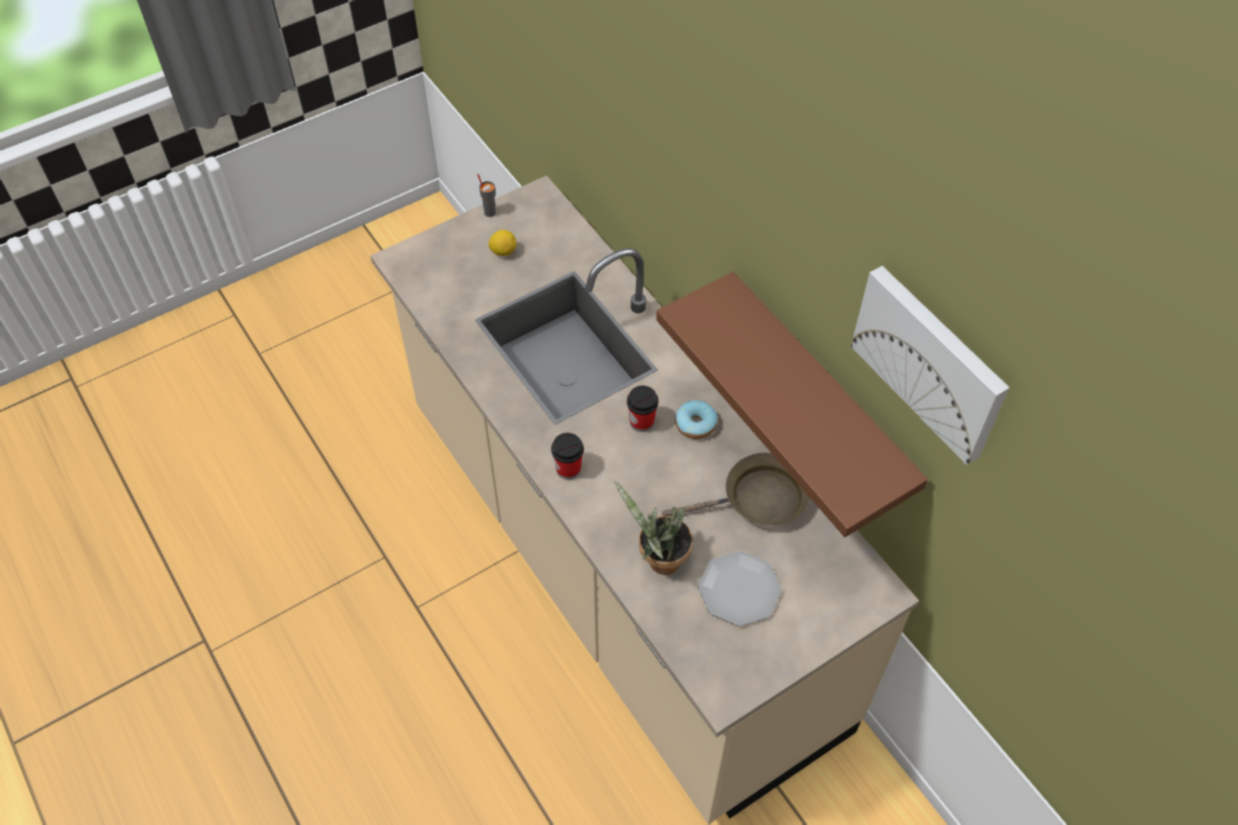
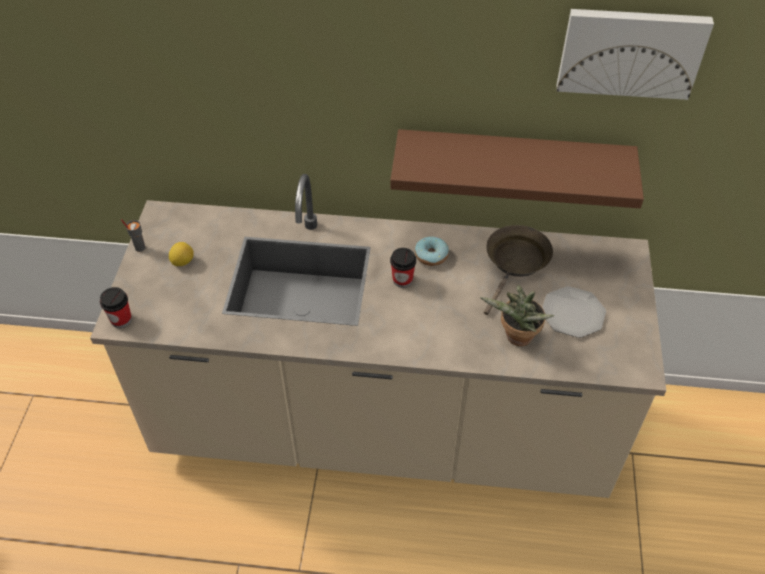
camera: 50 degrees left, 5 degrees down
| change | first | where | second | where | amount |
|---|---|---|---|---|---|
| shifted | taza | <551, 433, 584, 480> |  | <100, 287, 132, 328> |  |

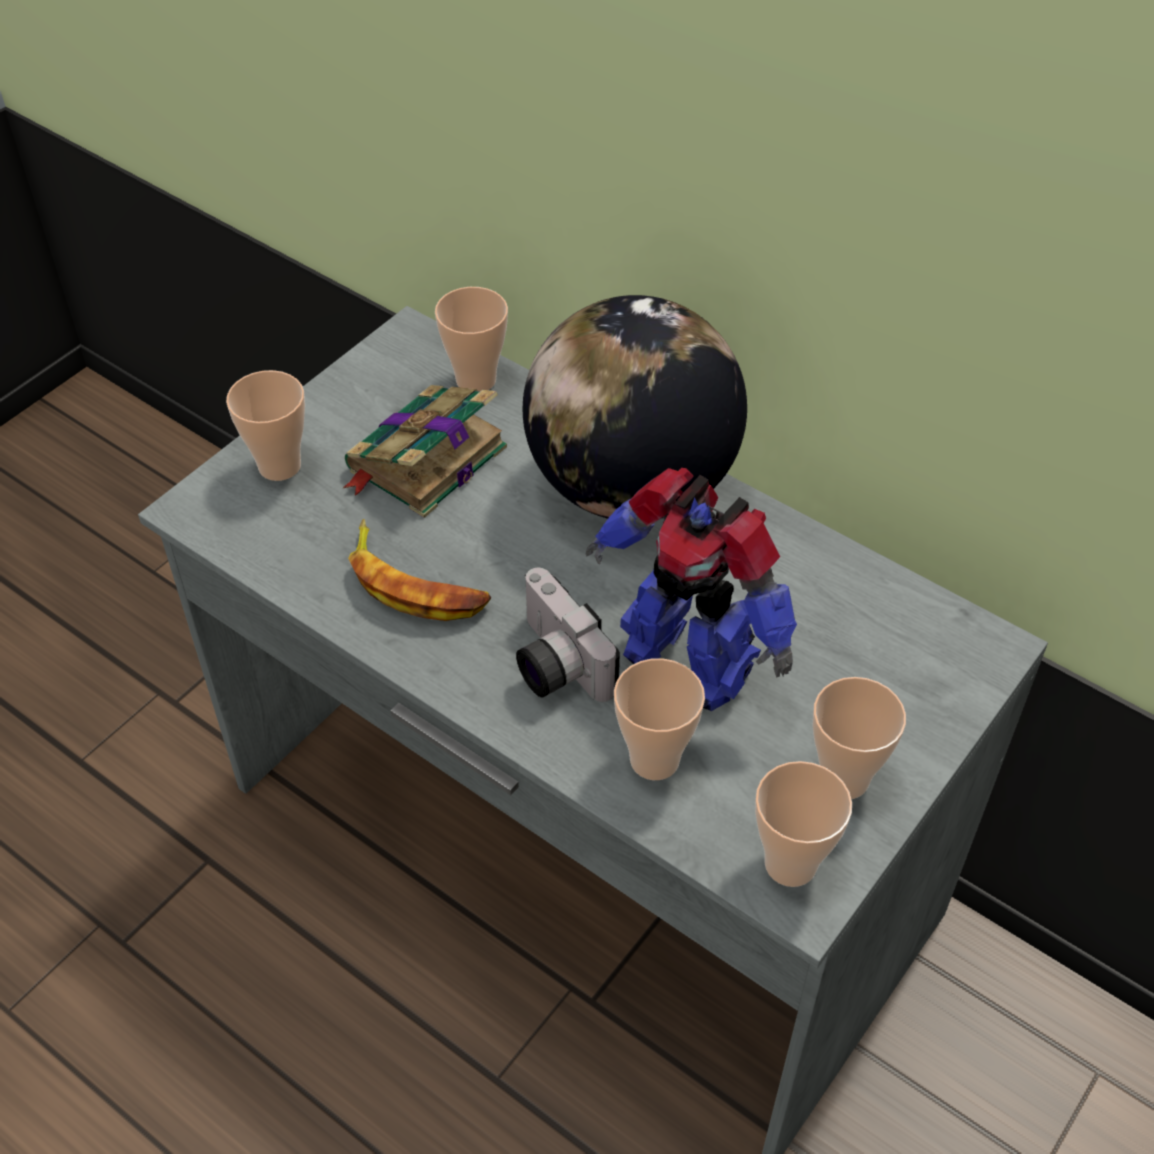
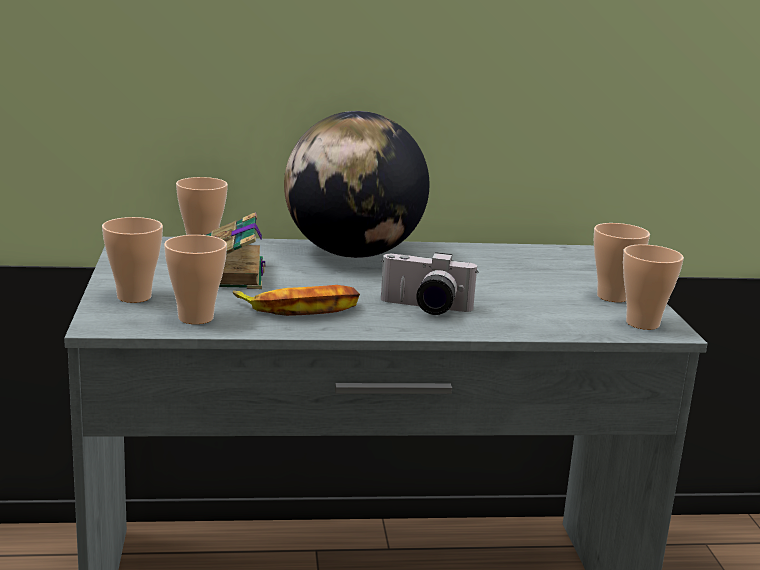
camera: 45 degrees left, 30 degrees down
| change | first | where | second | where | amount |
|---|---|---|---|---|---|
| gone | robot de juguete | <585, 468, 797, 711> |  |  |  |
| shifted | taza | <614, 658, 705, 780> |  | <164, 235, 227, 324> |  |

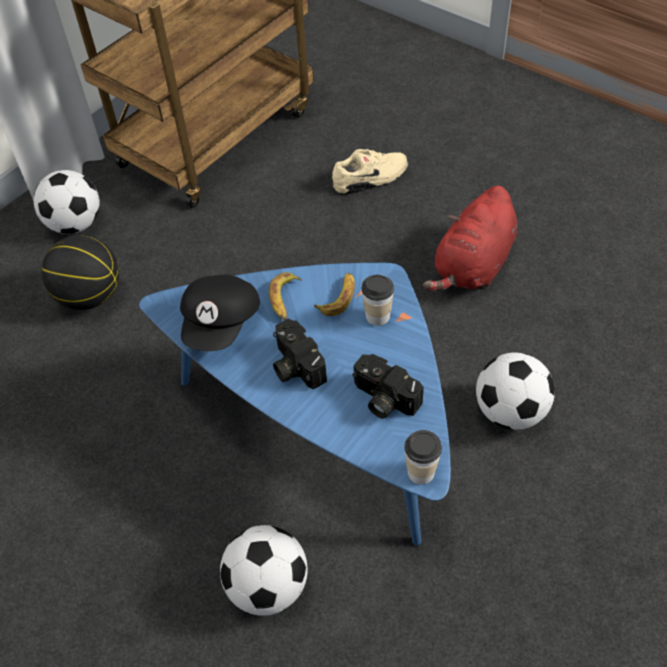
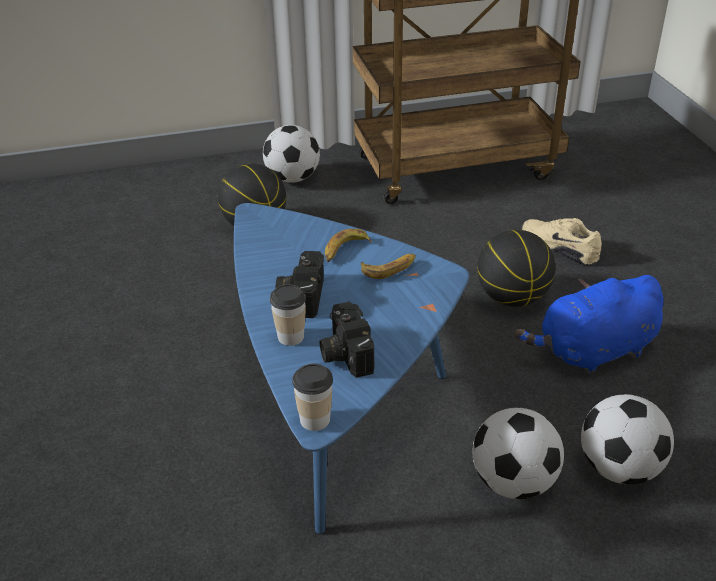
camera: 35 degrees right, 15 degrees down
| change | first | where | second | where | amount |
|---|---|---|---|---|---|
| gone | gorra [negro] | <180, 275, 260, 351> |  |  |  |
| shifted | balón de fútbol | <220, 525, 308, 616> |  | <581, 394, 674, 484> |  |
| rotated | zapato [beis] | <332, 149, 408, 195> |  | <522, 218, 602, 265> | 150 degrees counterclockwise |
| shifted | taza | <362, 275, 394, 326> |  | <270, 284, 306, 346> |  |
| repainted | peluche [rojo] | <423, 186, 517, 291> | peluche [azul] | <515, 275, 664, 374> |  |
| new |  |  | balón de baloncesto | <477, 230, 555, 307> |  |

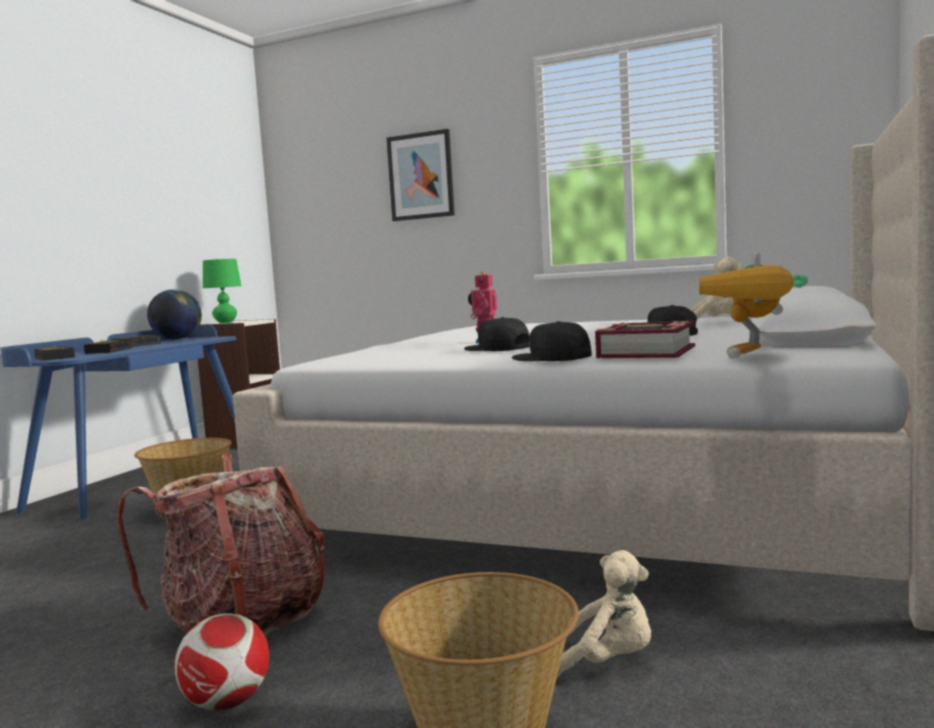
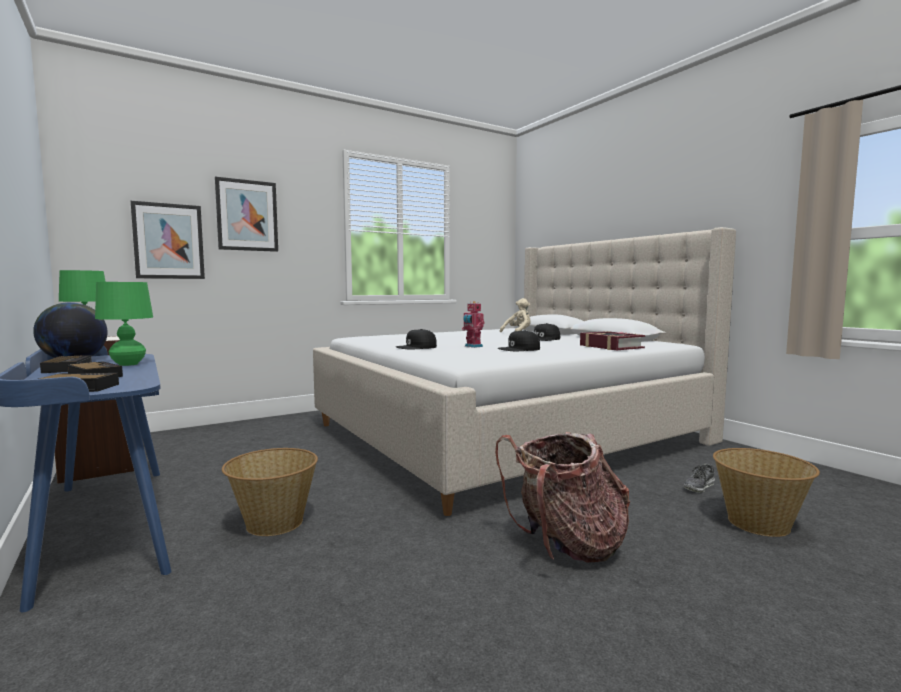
camera: 55 degrees left, 0 degrees up
| change | first | where | second | where | amount |
|---|---|---|---|---|---|
| gone | balón de fútbol | <174, 613, 269, 711> |  |  |  |
| shifted | gorra [negro] | <512, 321, 592, 361> |  | <396, 329, 437, 350> |  |
| swapped | peluche [beis] | <557, 550, 651, 678> | zapato | <684, 463, 715, 493> |  |
| gone | robot de juguete | <699, 252, 808, 359> |  |  |  |
| new |  |  | lámpara de mesa [verde] | <95, 282, 153, 366> |  |
| new |  |  | cuadro | <131, 201, 205, 279> |  |

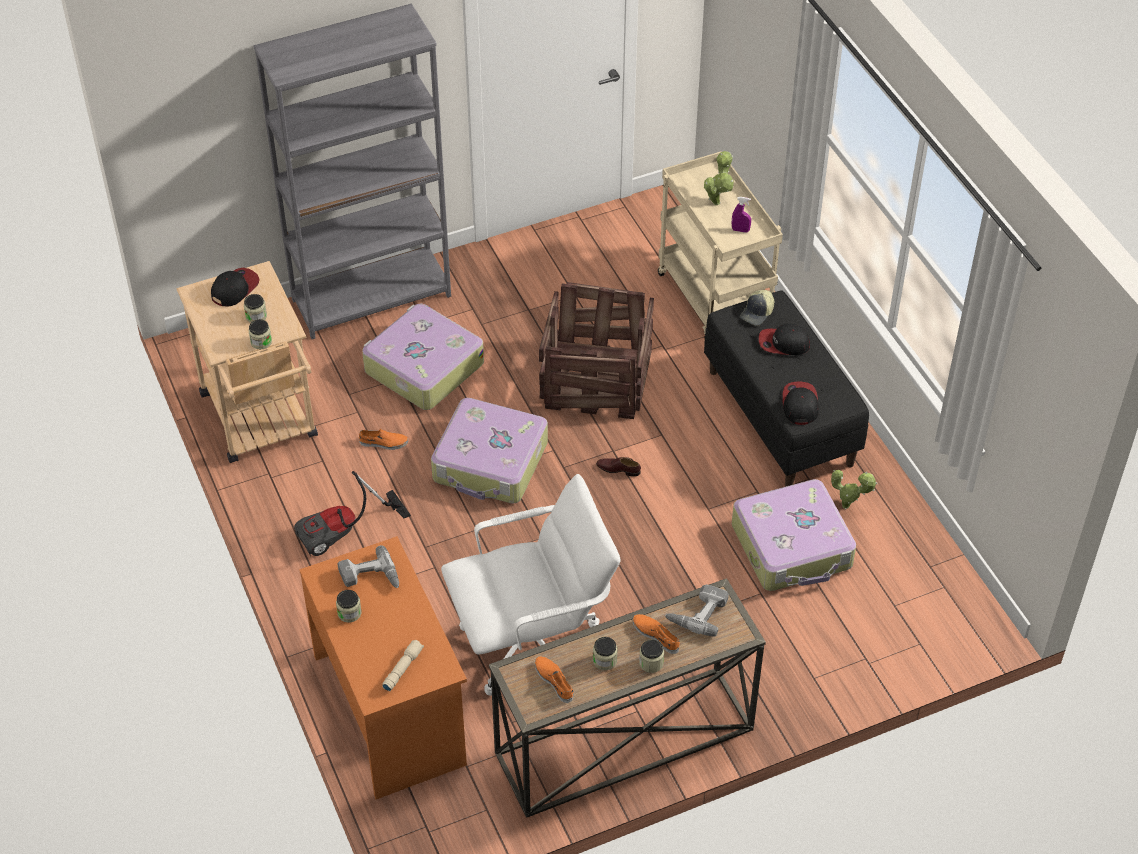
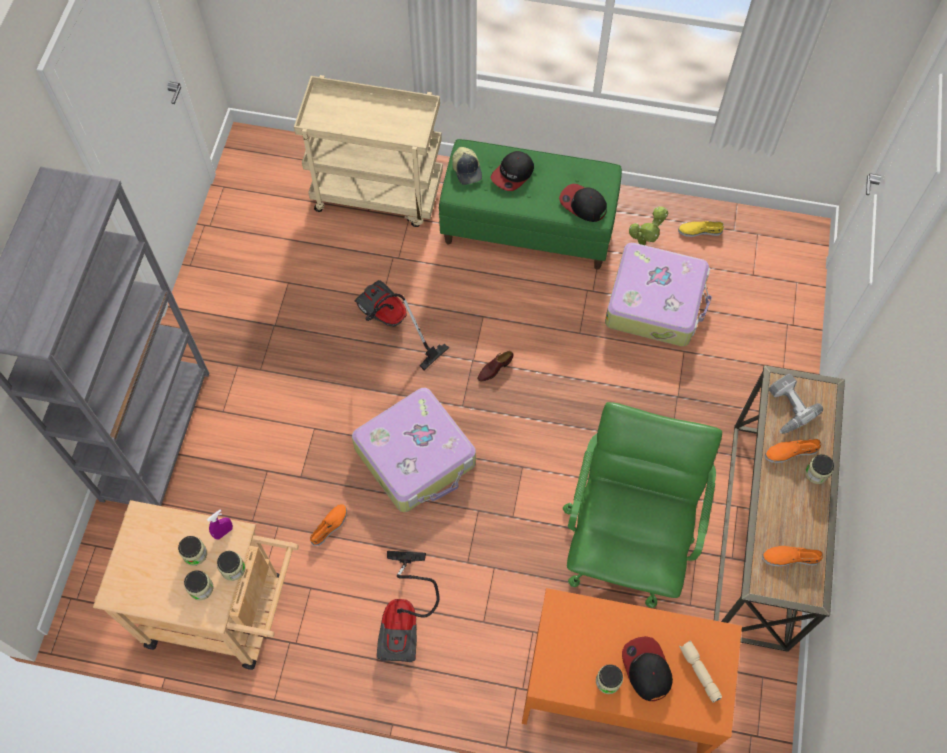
camera: 55 degrees left, 15 degrees up
| change | first | where | second | where | amount |
|---|---|---|---|---|---|
| shifted | gorra | <211, 268, 260, 307> |  | <622, 636, 673, 701> |  |
| gone | taladro | <338, 545, 399, 588> |  |  |  |
| gone | maleta | <362, 303, 484, 410> |  |  |  |
| repainted | silla de oficina [blanco] | <441, 474, 621, 696> | silla de oficina [verde] | <563, 402, 722, 608> |  |
| swapped | caja de embalaje | <539, 282, 654, 419> | aspiradora | <354, 280, 449, 370> |  |
| shifted | tarro | <593, 637, 618, 670> |  | <184, 570, 214, 600> |  |
| gone | planta en maceta | <704, 151, 734, 205> |  |  |  |
| repainted | banco [negro] | <704, 290, 869, 487> | banco [verde] | <439, 139, 622, 270> |  |
| shifted | pulverizador [morado] | <732, 197, 751, 233> |  | <207, 509, 233, 540> |  |
| new |  |  | zapato [amarillo] | <678, 221, 724, 237> |  |

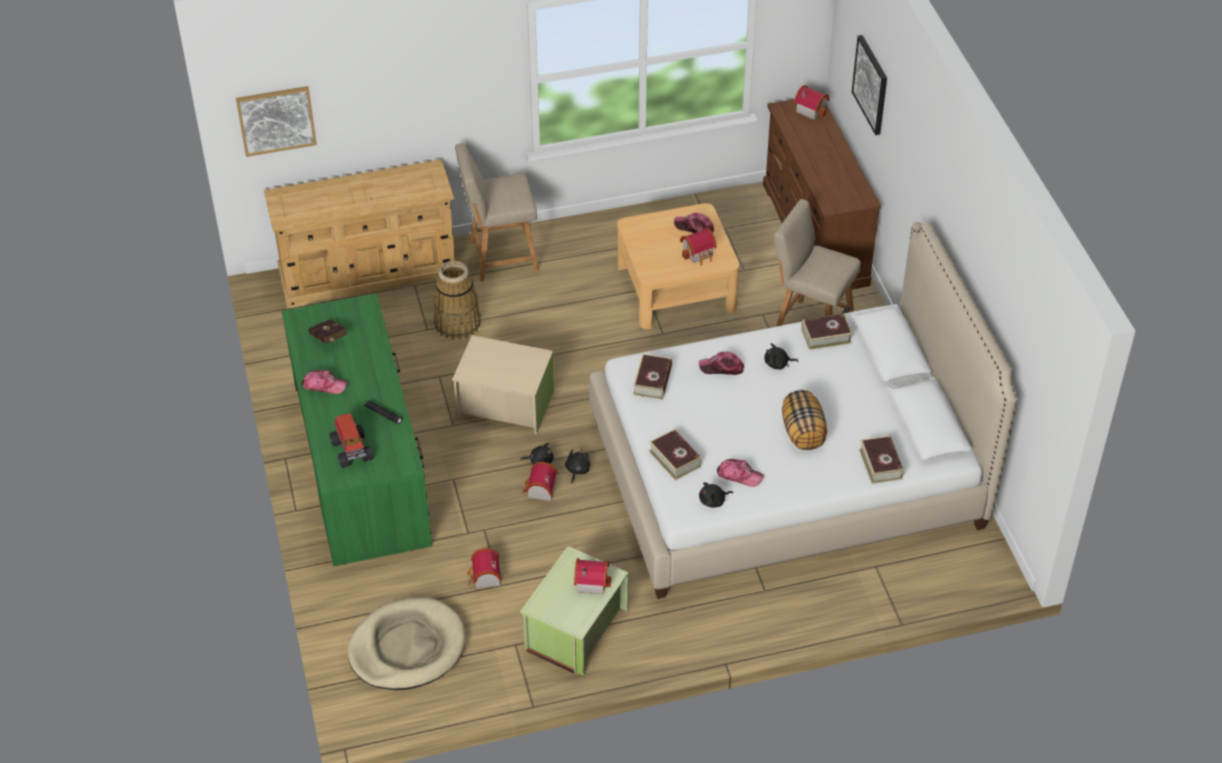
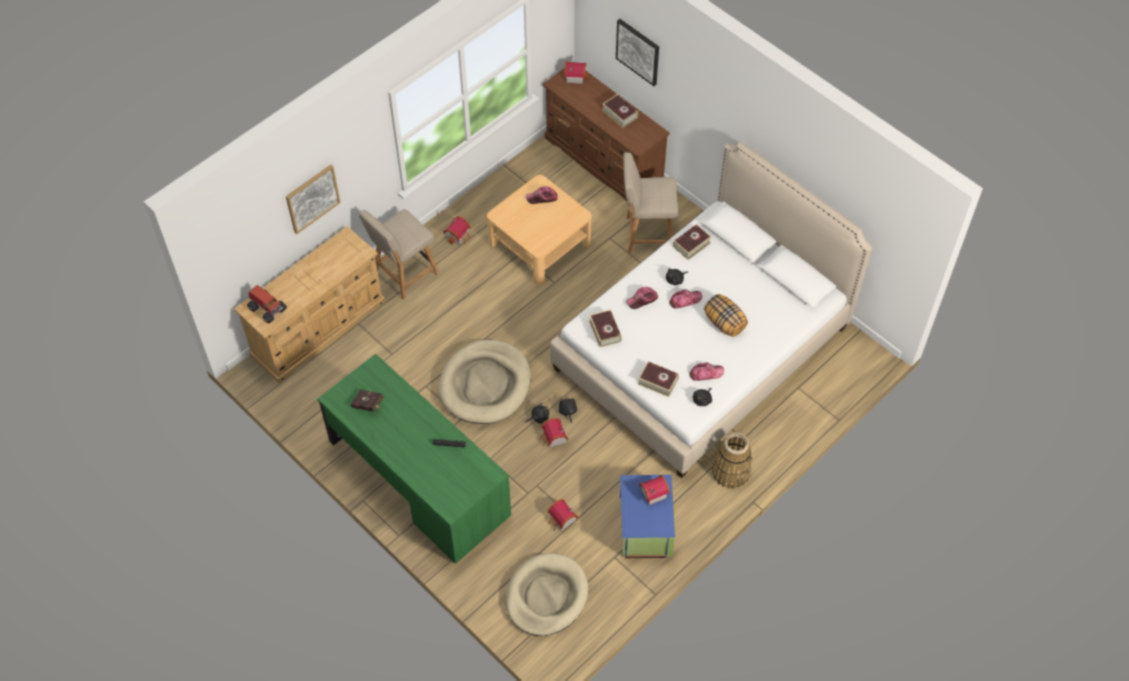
camera: 30 degrees left, 10 degrees up
| change | first | where | second | where | amount |
|---|---|---|---|---|---|
| shifted | cuadro | <236, 86, 317, 157> |  | <286, 165, 341, 234> |  |
| shifted | gorra | <302, 370, 347, 394> |  | <669, 289, 702, 309> |  |
| shifted | camión de juguete | <330, 413, 374, 468> |  | <247, 285, 287, 323> |  |
| shifted | cesta | <434, 261, 481, 340> |  | <712, 432, 752, 489> |  |
| swapped | caja de almacenaje [beis] | <452, 335, 554, 434> | cama para perro [beis] | <439, 340, 531, 424> |  |
| repainted | caja de almacenaje [verde] | <520, 547, 629, 676> | caja de almacenaje [azul] | <620, 475, 675, 558> |  |
| shifted | casita | <680, 225, 717, 266> |  | <443, 216, 471, 245> |  |
| shifted | libro | <859, 435, 904, 484> |  | <602, 94, 638, 128> |  |

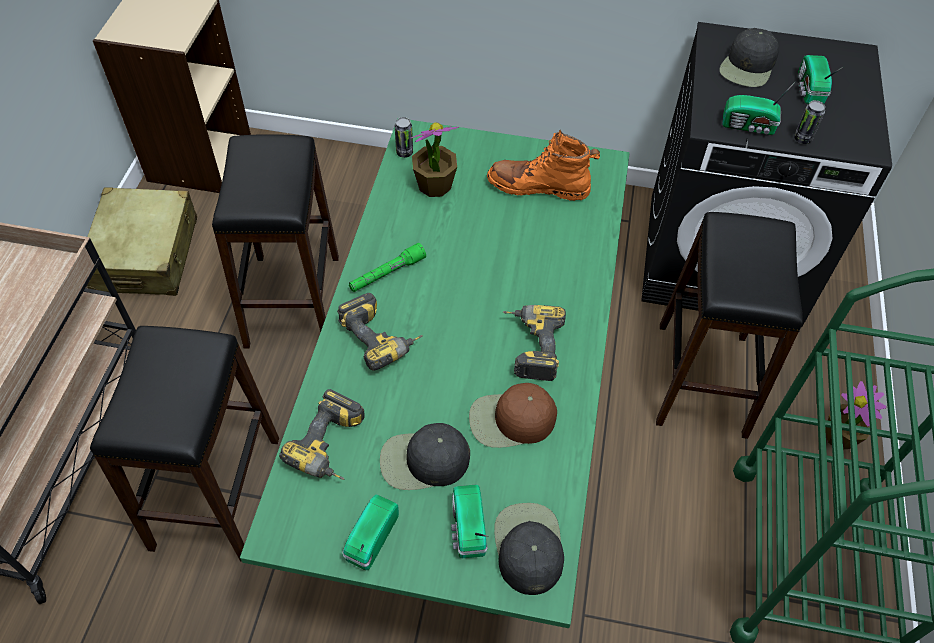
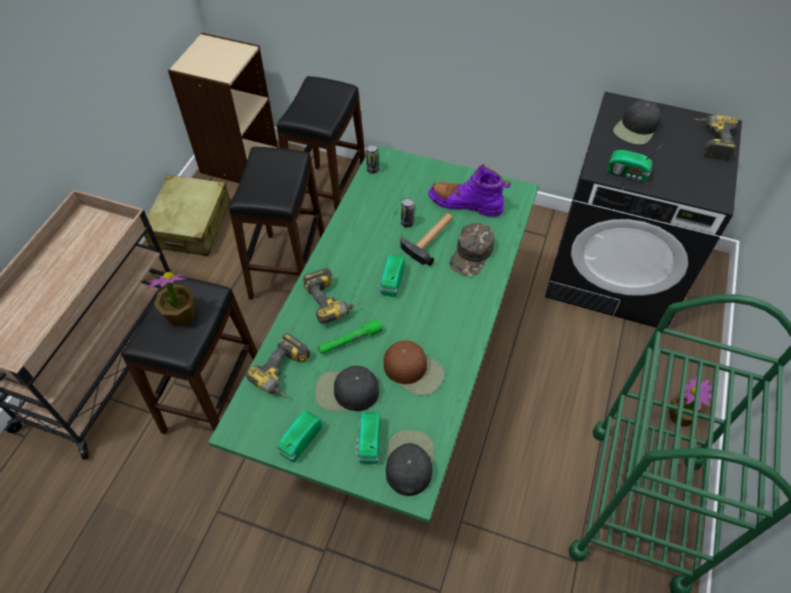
camera: 10 degrees right, 0 degrees up
| change | first | where | second | where | amount |
|---|---|---|---|---|---|
| shifted | linterna [verde] | <349, 243, 426, 292> |  | <318, 319, 382, 354> |  |
| shifted | planta en maceta | <411, 123, 459, 197> |  | <147, 272, 195, 327> |  |
| rotated | gorra [marrón] | <469, 383, 557, 448> |  | <383, 340, 445, 396> | 150 degrees counterclockwise |
| repainted | bota [naranja] | <487, 130, 600, 201> | bota [morado] | <428, 164, 511, 217> |  |
| shifted | taladro | <503, 305, 566, 381> |  | <694, 115, 738, 161> |  |
| shifted | taburete [negro] | <656, 212, 803, 439> |  | <277, 76, 365, 211> |  |
| shifted | lata | <794, 100, 825, 144> |  | <401, 198, 415, 228> |  |
| shifted | radio | <798, 55, 843, 104> |  | <378, 254, 405, 297> |  |
| new |  |  | martillo | <400, 213, 453, 266> |  |
| new |  |  | gorra [verde] | <449, 222, 495, 277> |  |

